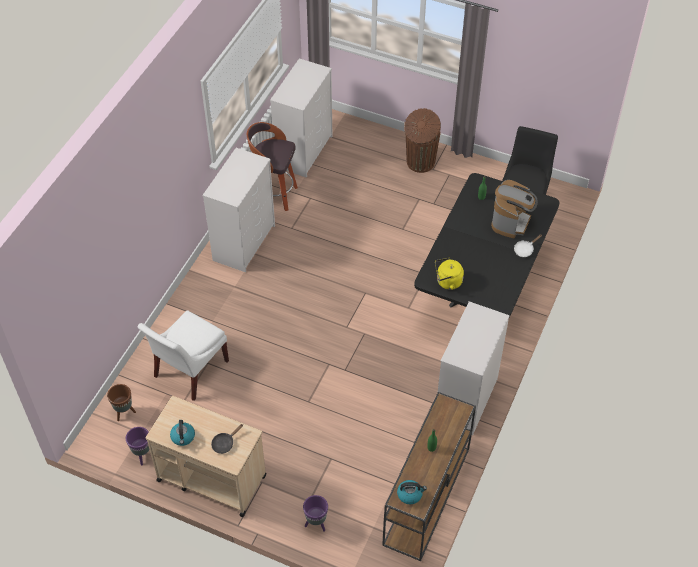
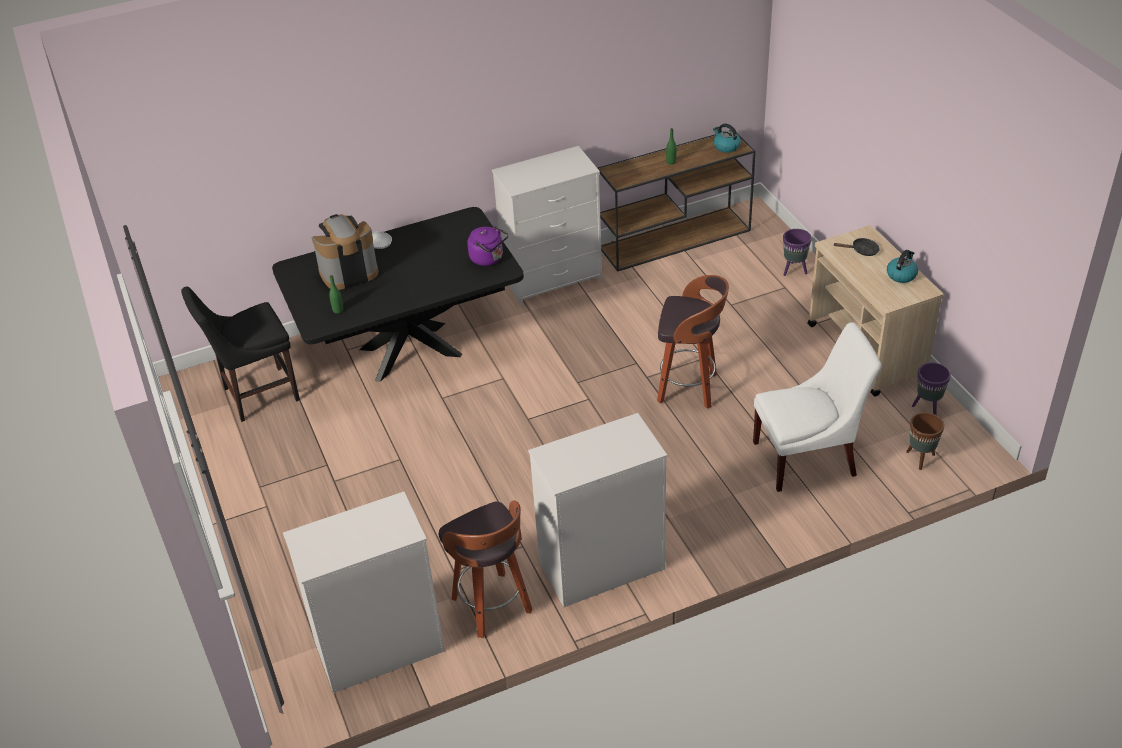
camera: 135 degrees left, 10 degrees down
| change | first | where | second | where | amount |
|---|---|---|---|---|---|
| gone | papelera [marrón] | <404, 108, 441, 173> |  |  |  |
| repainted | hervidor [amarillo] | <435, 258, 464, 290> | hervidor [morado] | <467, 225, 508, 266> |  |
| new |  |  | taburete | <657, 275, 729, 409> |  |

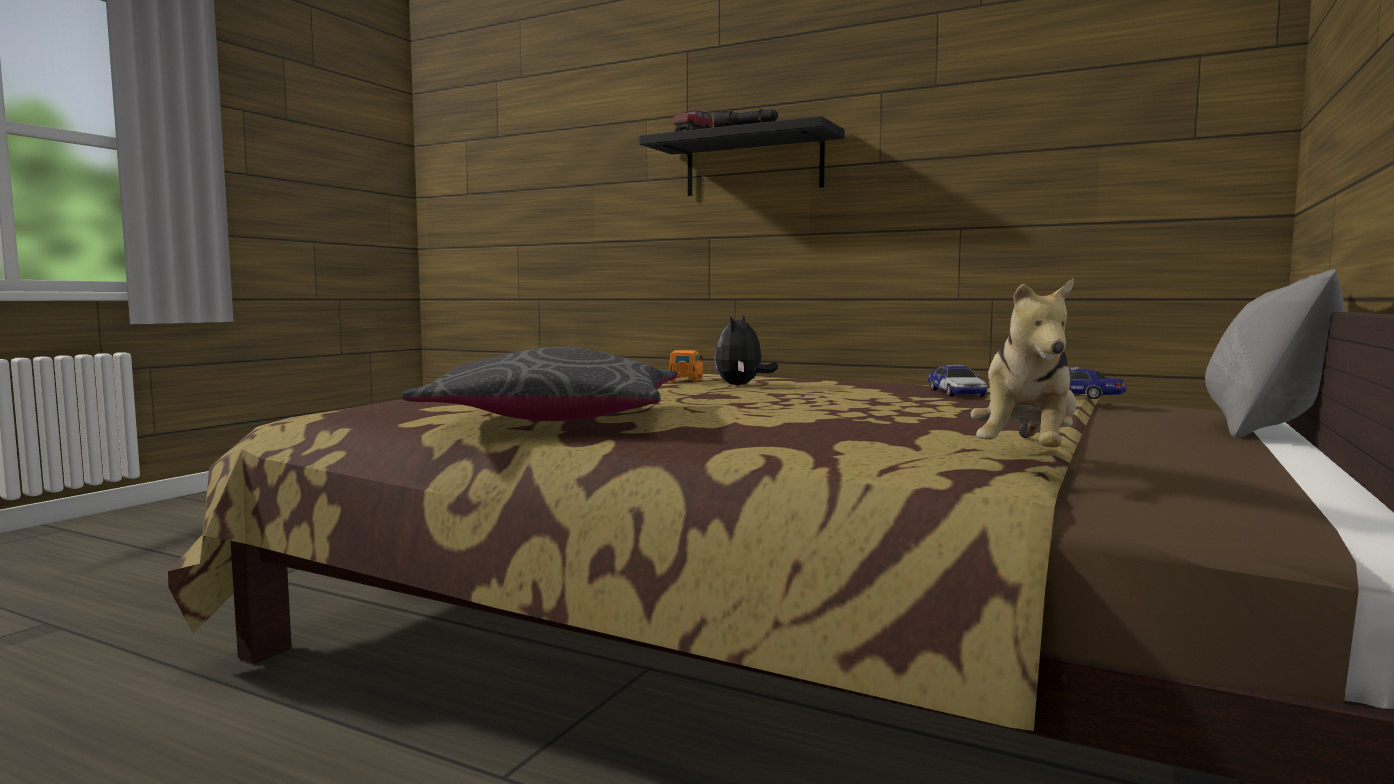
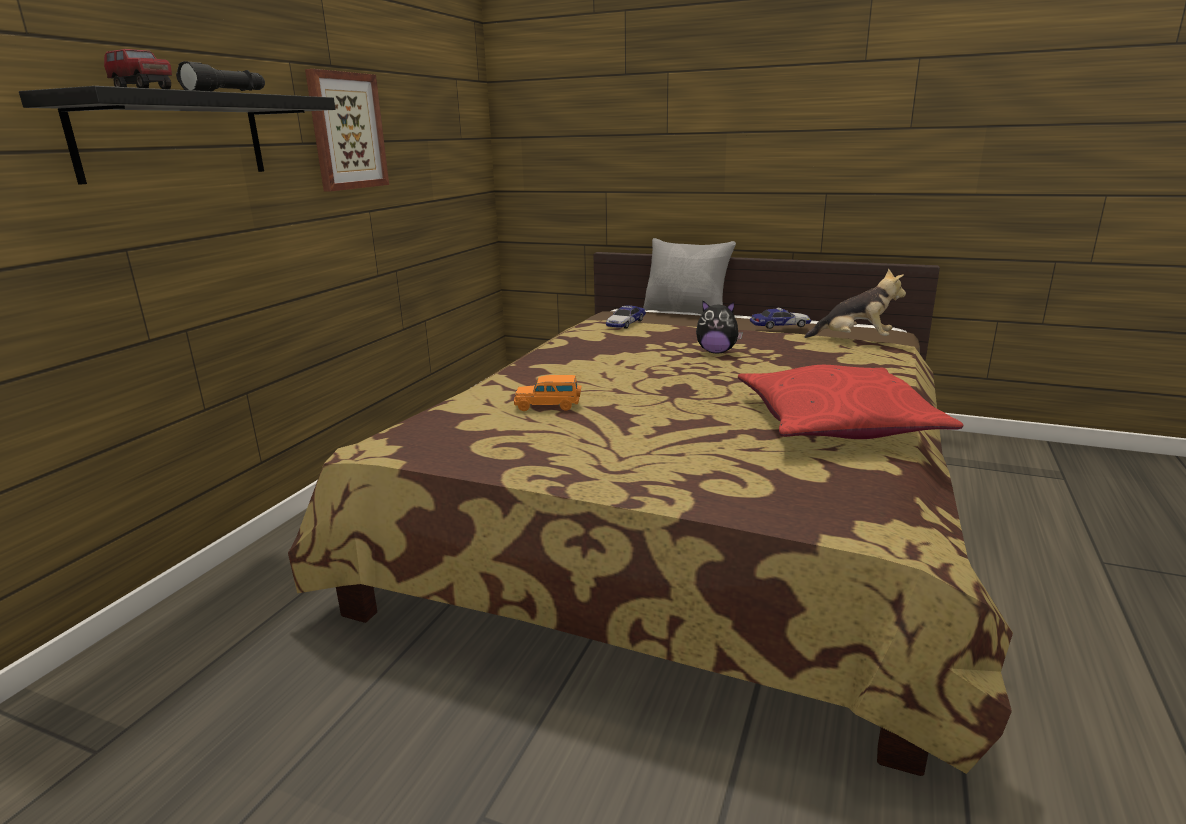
camera: 95 degrees left, 15 degrees up
| change | first | where | second | where | amount |
|---|---|---|---|---|---|
| repainted | cojín [gris] | <401, 347, 677, 421> | cojín [rojo] | <738, 365, 964, 439> |  |
| shifted | peluche | <714, 315, 778, 385> |  | <696, 300, 743, 353> |  |
| shifted | coche de juguete | <928, 364, 987, 397> |  | <750, 308, 811, 329> |  |
| new |  |  | cuadro | <305, 69, 389, 191> |  |

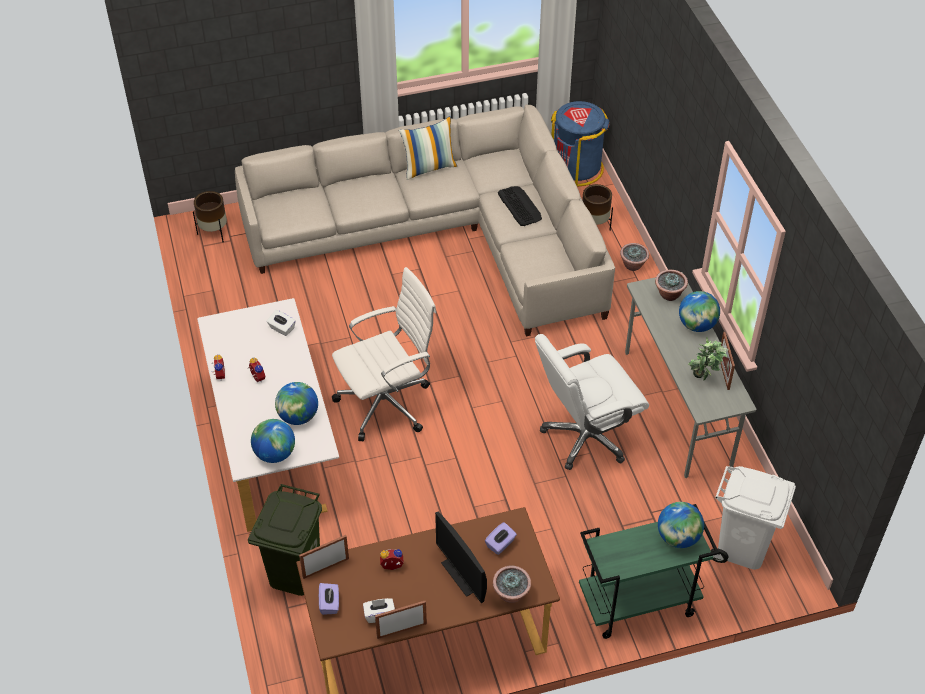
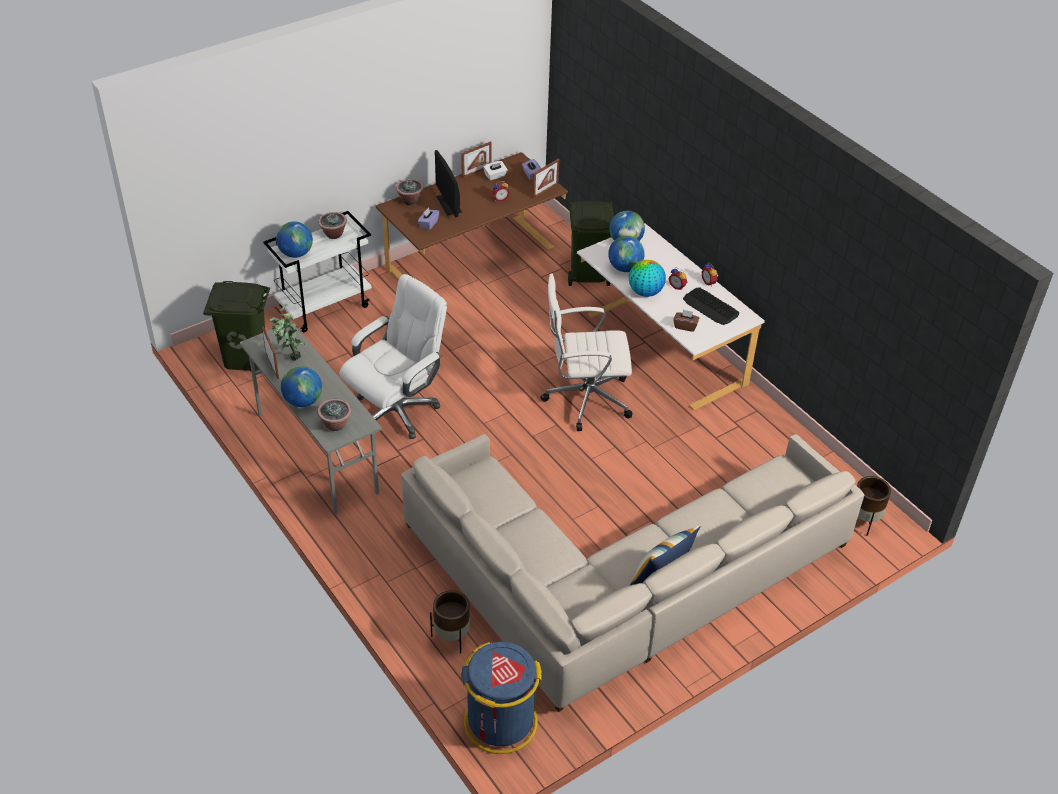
camera: 160 degrees right, 5 degrees down
| change | first | where | second | where | amount |
|---|---|---|---|---|---|
| repainted | caja de pañuelos [blanco] | <267, 310, 296, 336> | caja de pañuelos [marrón] | <673, 309, 699, 332> |  |
| rotated | silla de oficina [blanco] | <332, 267, 436, 441> |  | <540, 273, 633, 431> | 45 degrees clockwise |
| rotated | monitor | <435, 511, 487, 603> |  | <435, 150, 462, 218> | 150 degrees counterclockwise |
| shifted | teclado | <498, 186, 542, 226> |  | <683, 287, 739, 325> |  |
| repainted | carrito [verde] | <579, 504, 719, 639> | carrito [blanco] | <263, 211, 372, 332> |  |
| shifted | planta en maceta | <620, 243, 649, 271> |  | <318, 212, 347, 239> |  |
| repainted | papelera [blanco] | <711, 466, 796, 570> | papelera [verde] | <203, 281, 270, 371> |  |
| new |  |  | globo terráqueo | <629, 260, 666, 297> |  |

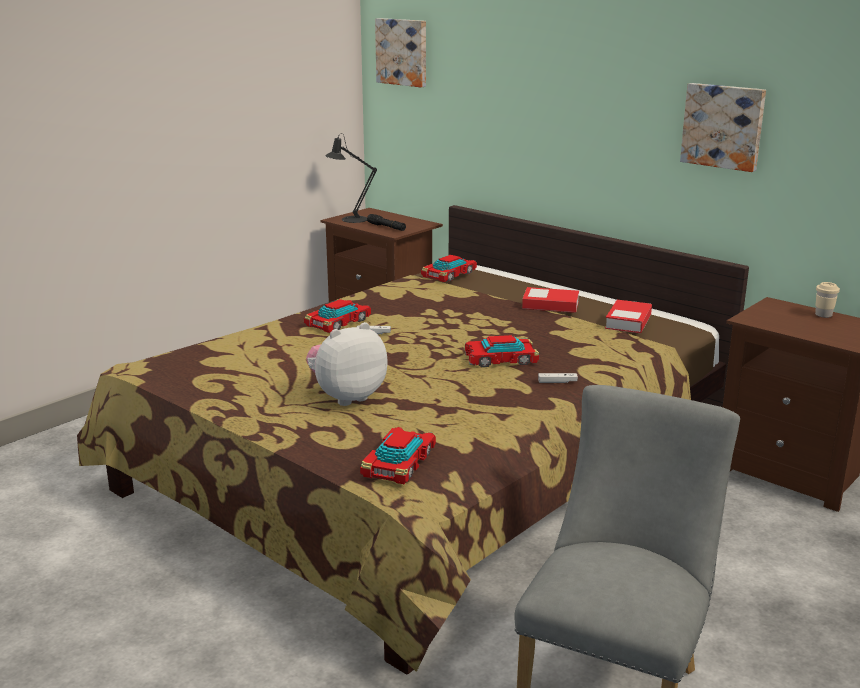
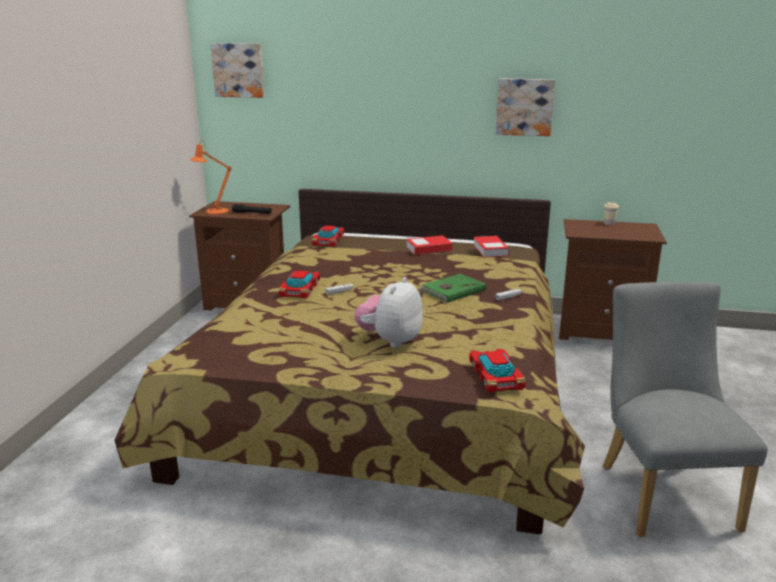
camera: 30 degrees left, 0 degrees up
| change | first | where | second | where | amount |
|---|---|---|---|---|---|
| repainted | lámpara de mesa [negro] | <325, 133, 377, 223> | lámpara de mesa [naranja] | <190, 140, 232, 214> |  |
| swapped | coche de juguete | <465, 335, 539, 367> | libro [verde] | <420, 274, 487, 303> |  |

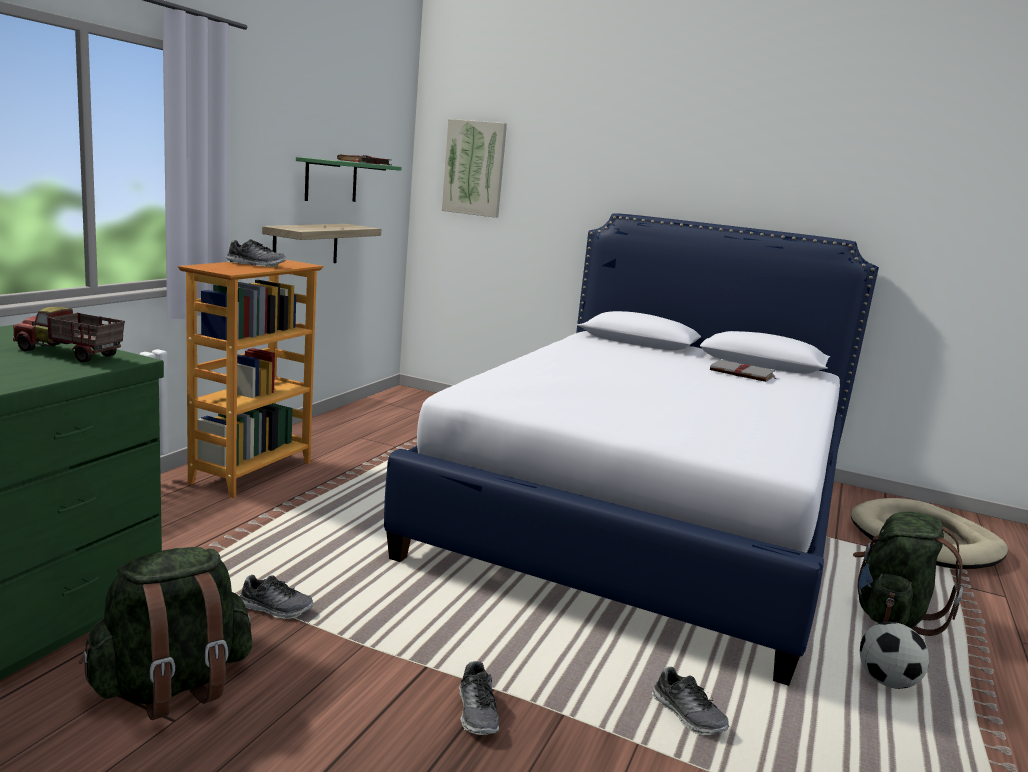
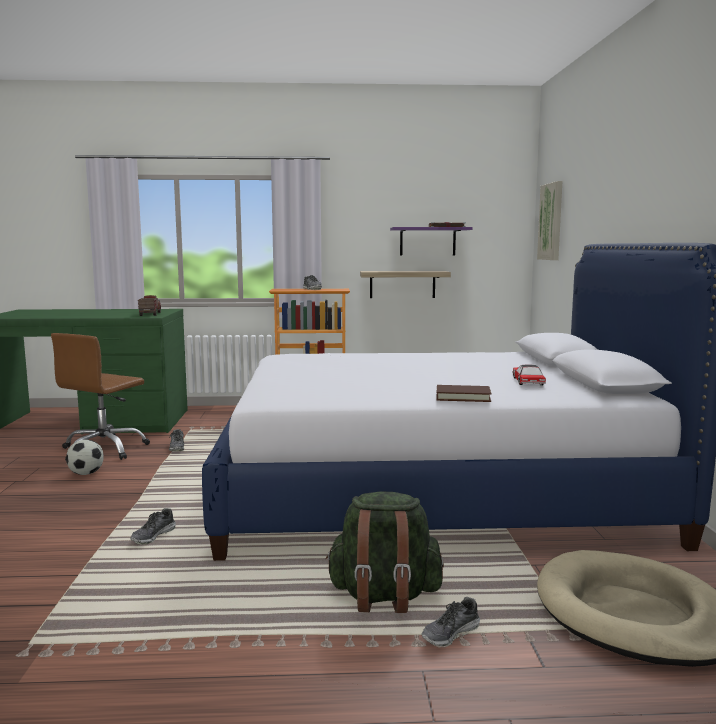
camera: 65 degrees right, 5 degrees down
| change | first | where | second | where | amount |
|---|---|---|---|---|---|
| swapped | mochila [verde] | <79, 547, 253, 720> | silla de oficina [marrón] | <51, 333, 150, 460> |  |
| repainted | estante [verde] | <296, 157, 402, 202> | estante [morado] | <390, 227, 473, 256> |  |
| shifted | zapato | <459, 661, 499, 735> |  | <421, 597, 480, 647> |  |
| swapped | libro [gris] | <710, 359, 777, 382> | coche de juguete | <513, 364, 546, 385> |  |
| shifted | balón de fútbol | <860, 622, 929, 689> |  | <66, 440, 104, 475> |  |
| new |  |  | libro [marrón] | <436, 385, 491, 402> |  |

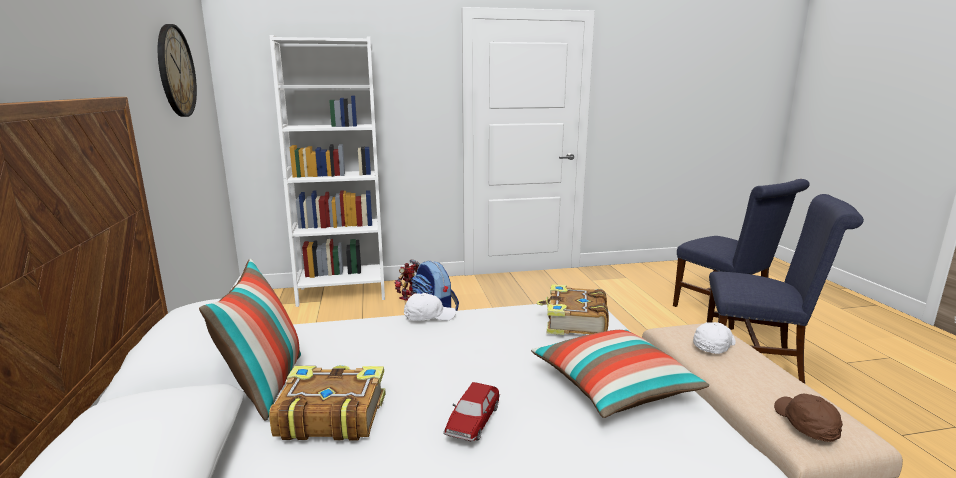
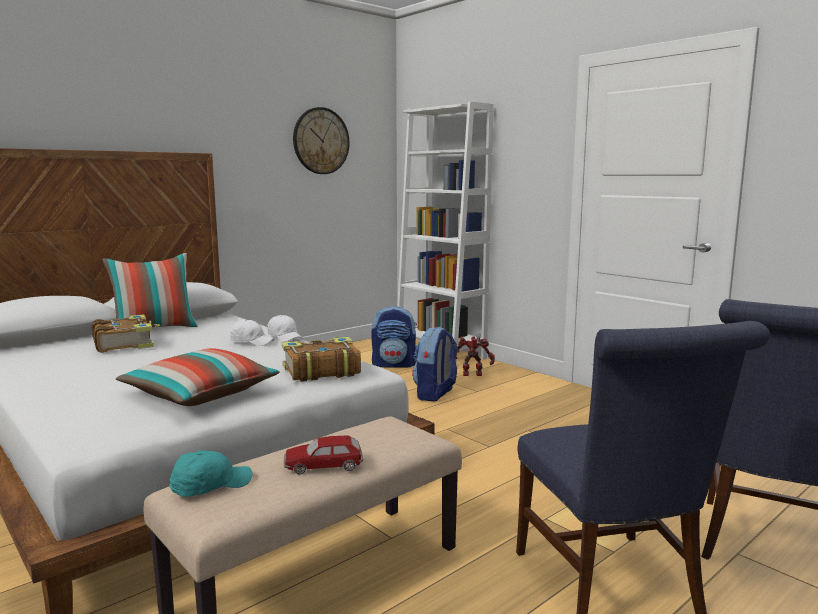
camera: 60 degrees right, 5 degrees down
| change | first | where | second | where | amount |
|---|---|---|---|---|---|
| shifted | coche de juguete | <443, 382, 500, 442> |  | <284, 435, 363, 475> |  |
| shifted | gorra [blanco] | <693, 322, 736, 354> |  | <230, 320, 275, 346> |  |
| repainted | gorra [marrón] | <774, 393, 843, 442> | gorra [turquesa] | <170, 450, 252, 497> |  |
| new |  |  | mochila | <371, 306, 417, 368> |  |

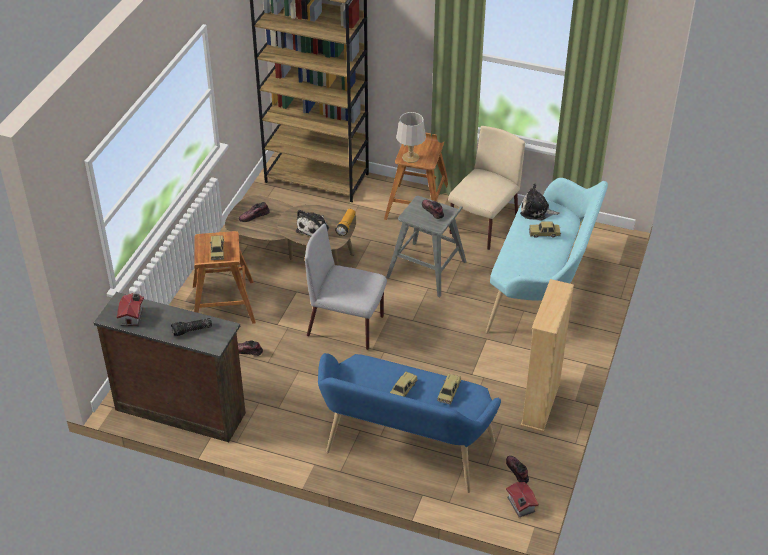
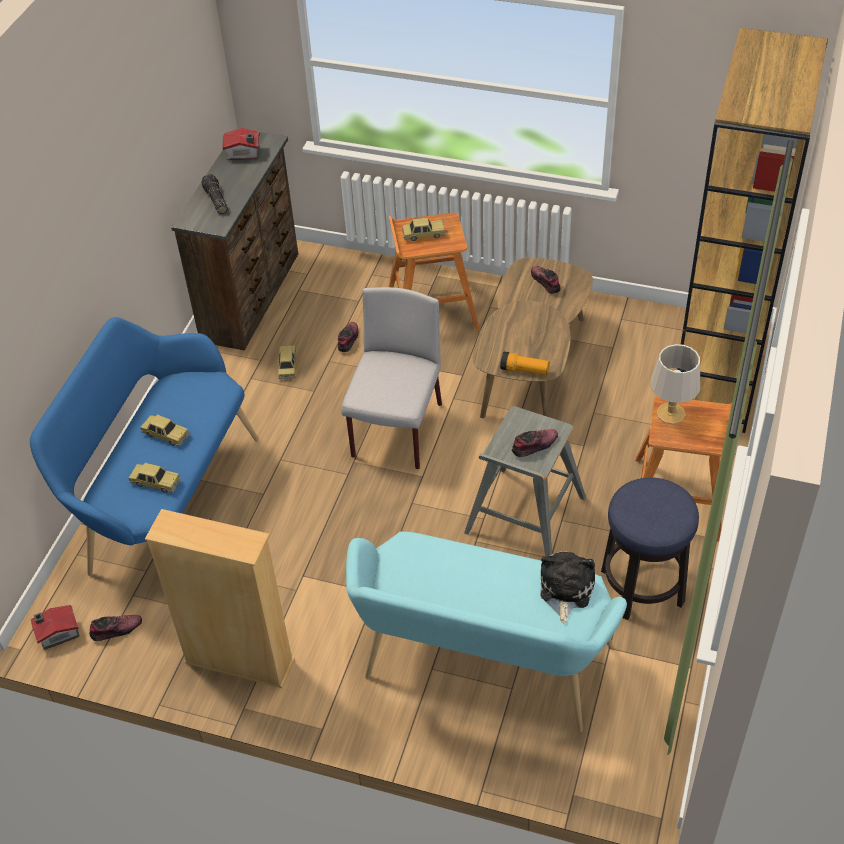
camera: 90 degrees right, 5 degrees up
| change | first | where | second | where | amount |
|---|---|---|---|---|---|
| gone | peluche | <296, 210, 329, 237> |  |  |  |
| swapped | silla [beis] | <448, 126, 525, 250> | taburete | <601, 477, 699, 620> |  |
| shifted | coche de juguete | <529, 222, 561, 238> |  | <277, 345, 296, 379> |  |

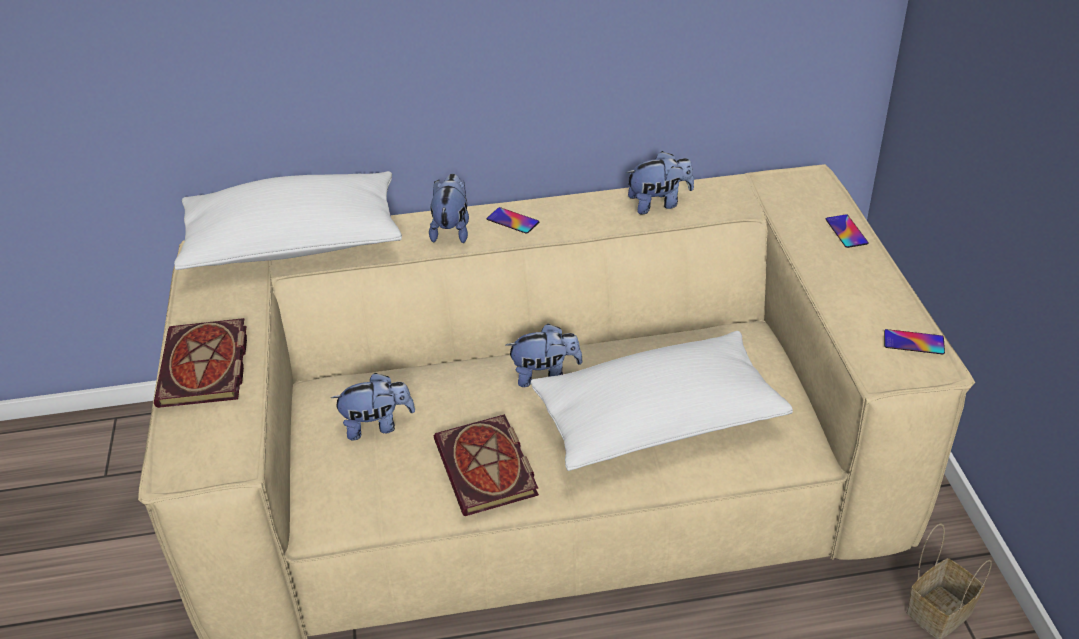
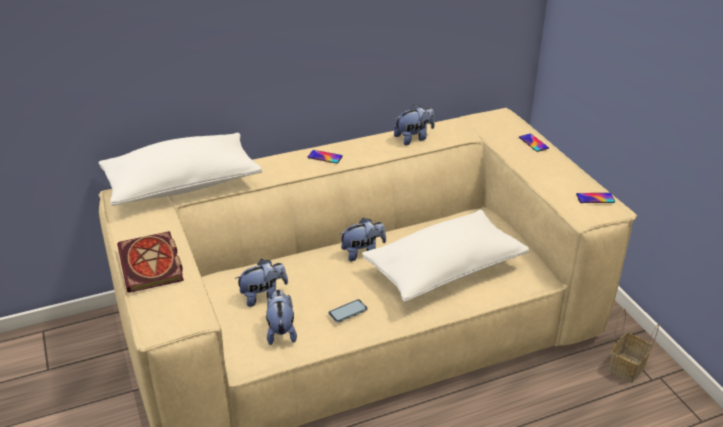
camera: 15 degrees left, 5 degrees down
| change | first | where | second | where | amount |
|---|---|---|---|---|---|
| shifted | peluche | <429, 174, 469, 243> |  | <266, 289, 297, 345> |  |
| swapped | libro | <434, 414, 539, 516> | móvil | <328, 299, 368, 323> |  |

